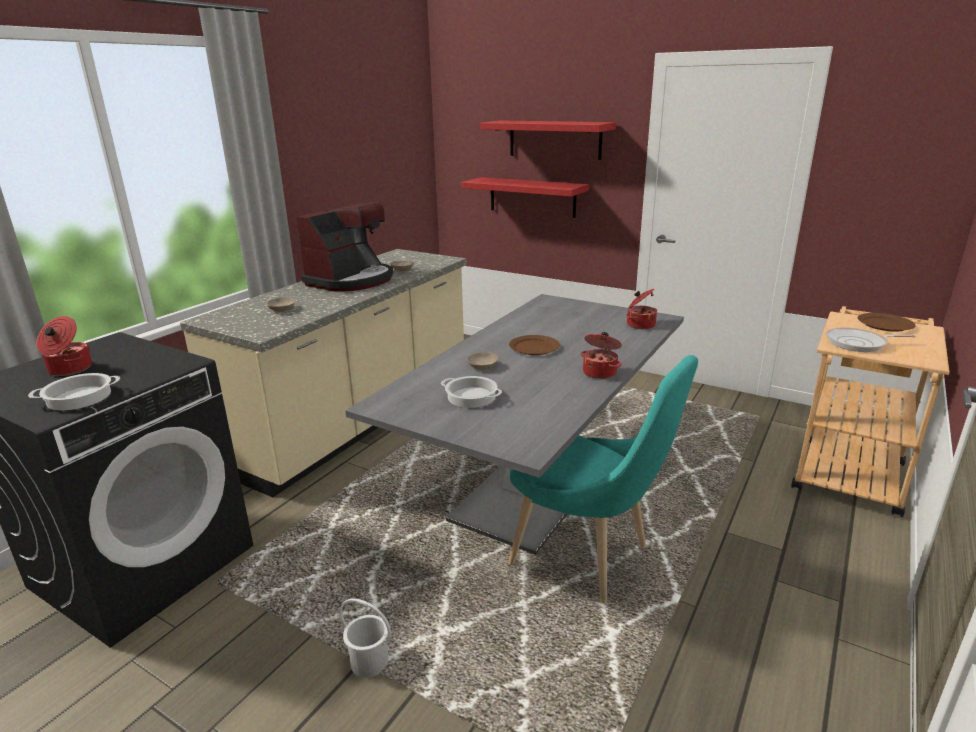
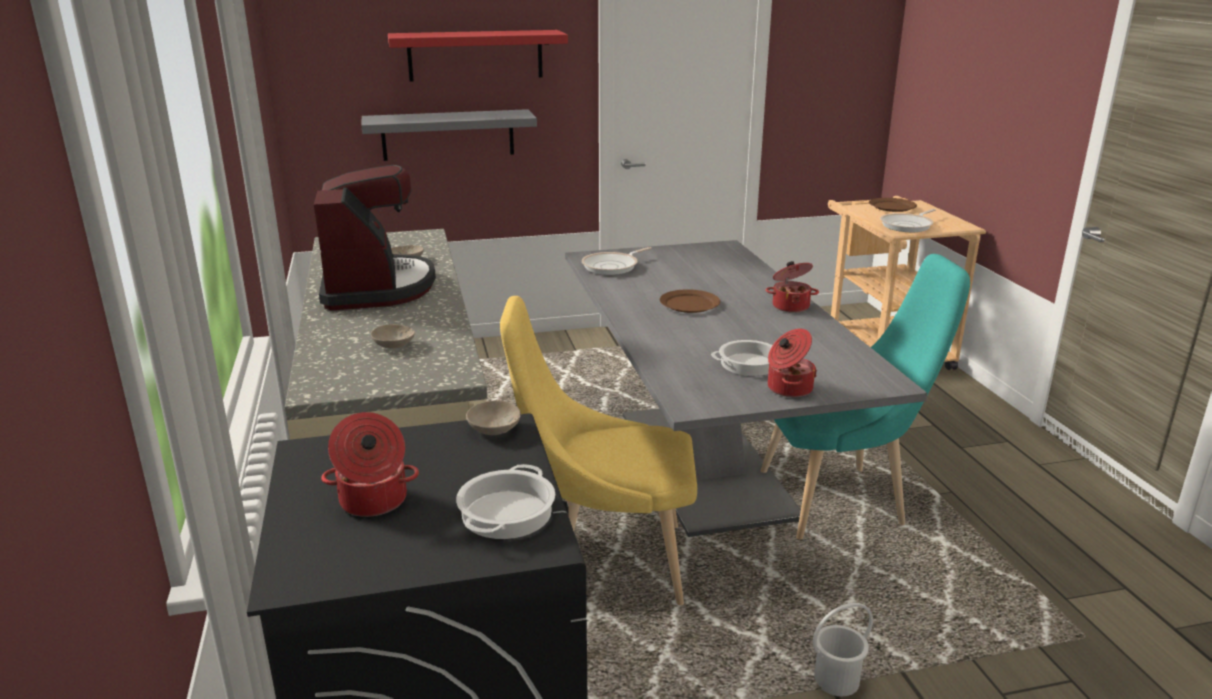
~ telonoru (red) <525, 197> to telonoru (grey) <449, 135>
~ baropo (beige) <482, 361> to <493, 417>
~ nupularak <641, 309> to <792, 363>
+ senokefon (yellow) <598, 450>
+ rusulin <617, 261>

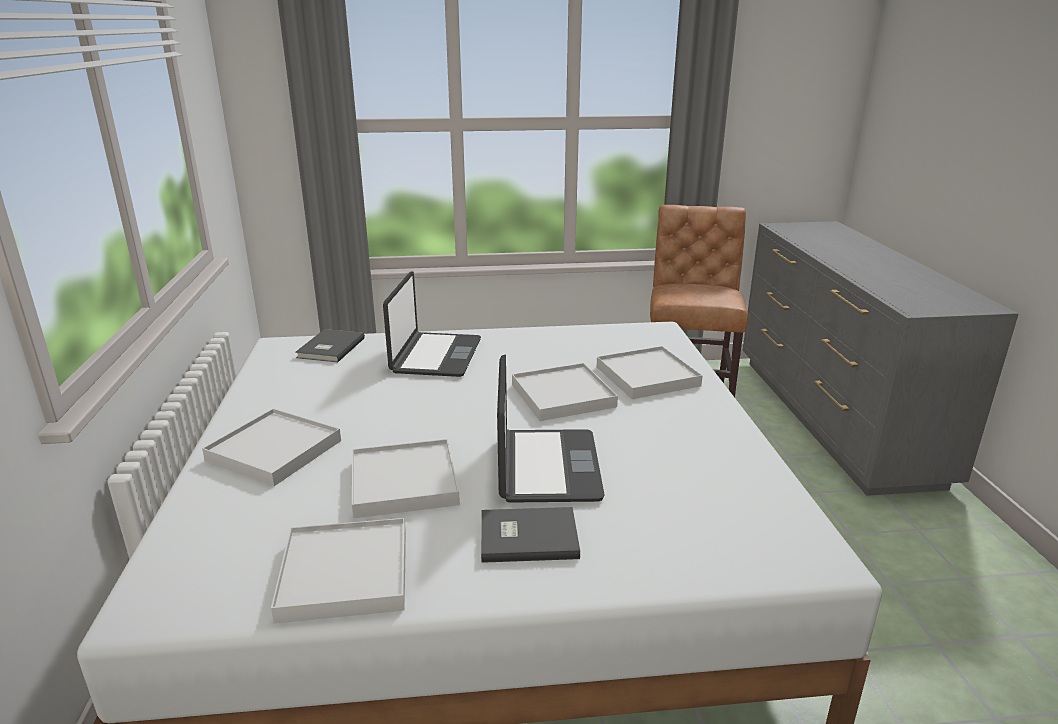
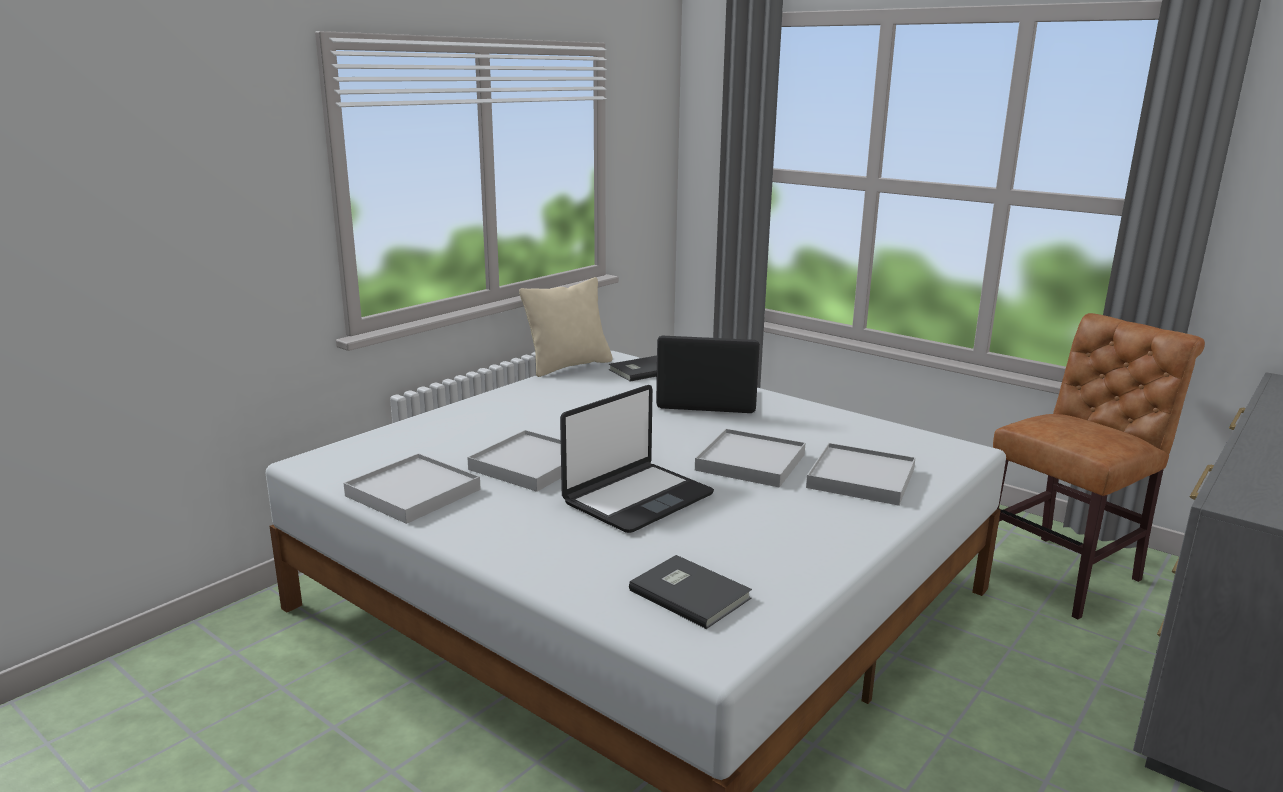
- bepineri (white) <271, 447>
~ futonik <432, 324> = <708, 374> 135 degrees counterclockwise
~ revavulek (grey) <530, 535> to <690, 592>
+ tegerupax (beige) <566, 327>

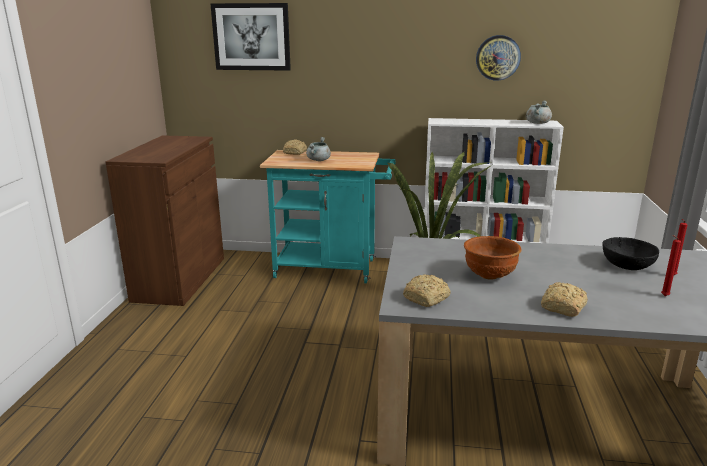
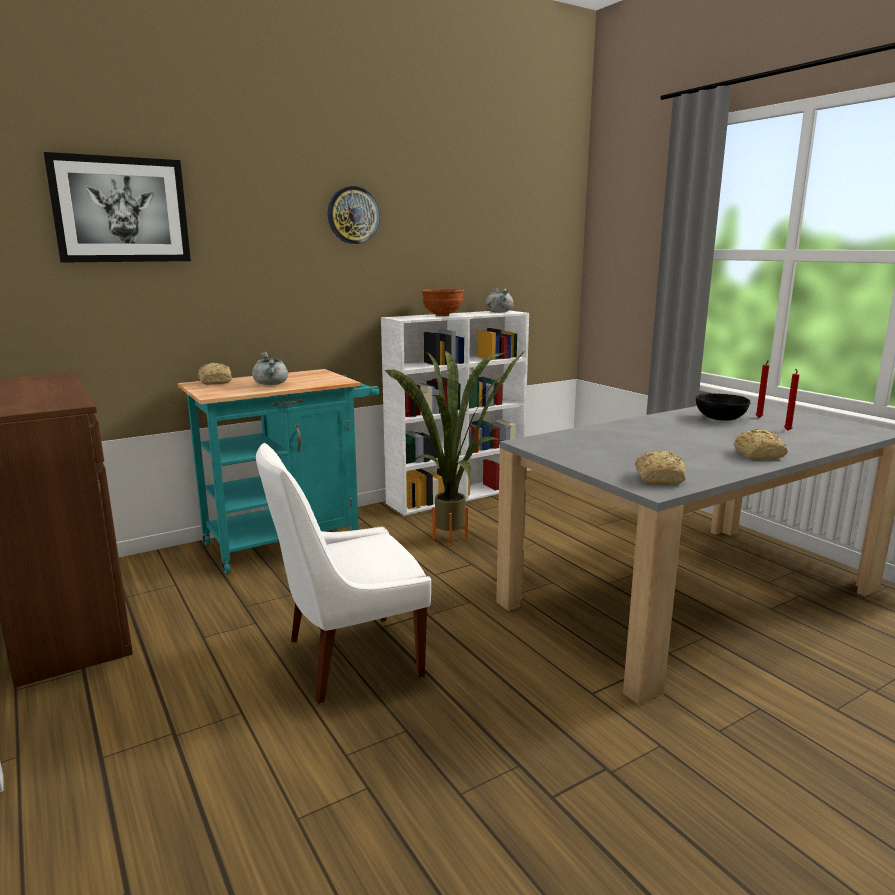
~ baropo (brown) <493, 258> to <442, 302>
~ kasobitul <498, 58> to <354, 215>
+ senokefon (white) <343, 573>

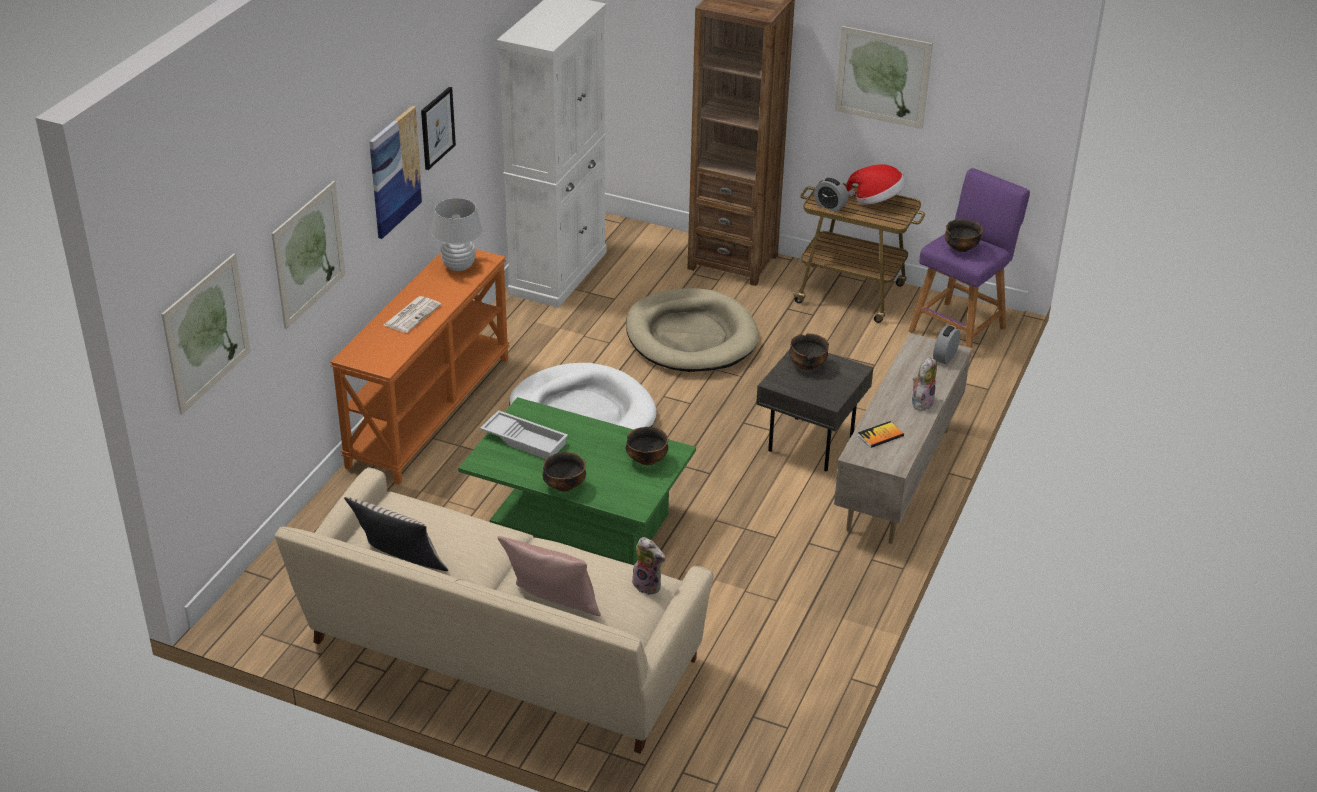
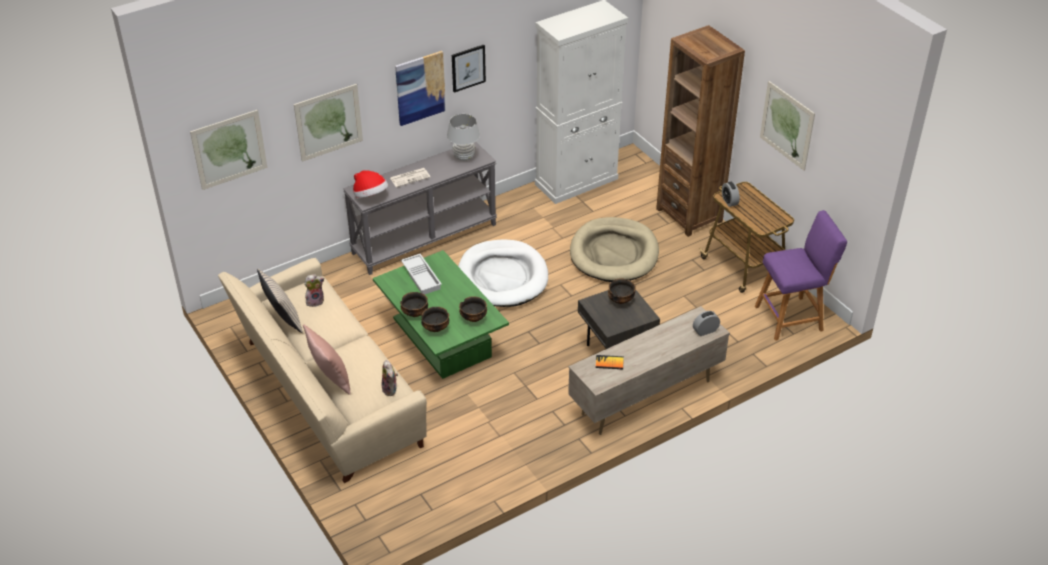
~ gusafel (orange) <420, 367> to gusafel (grey) <420, 208>
~ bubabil <876, 184> to <370, 184>
~ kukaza <924, 384> to <314, 290>
~ baropo <964, 235> to <435, 319>

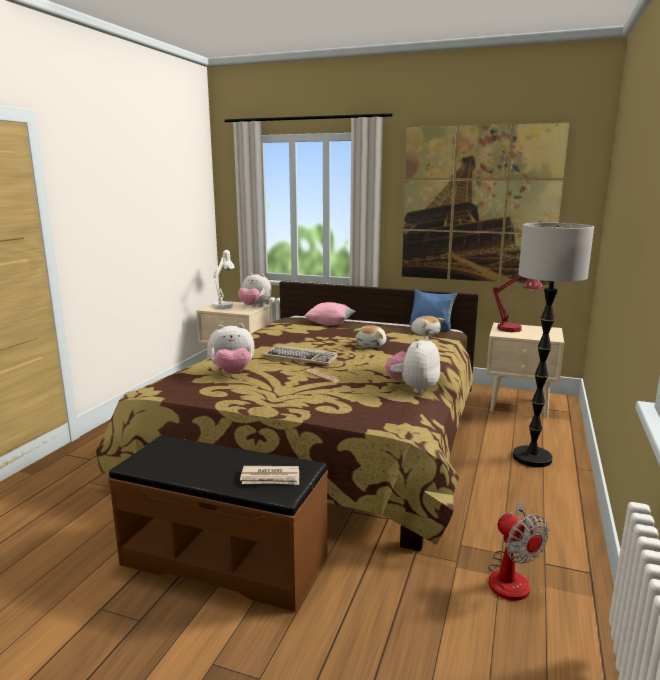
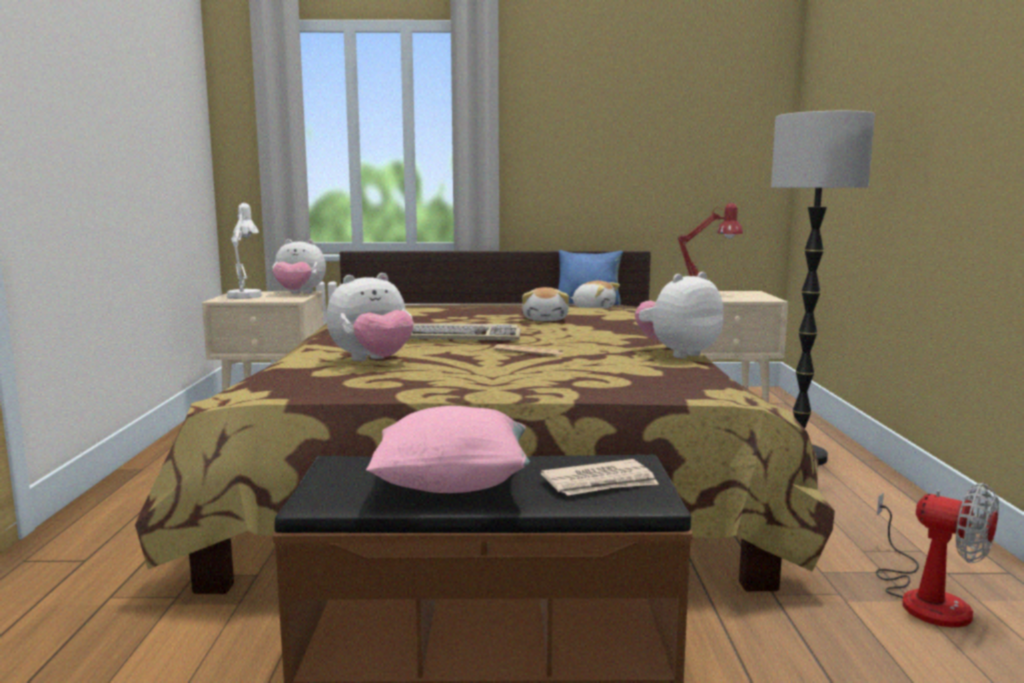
~ tegerupax (pink) <330, 314> to <448, 449>
~ kukaza <412, 364> = <679, 315> 45 degrees clockwise
- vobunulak <486, 204>

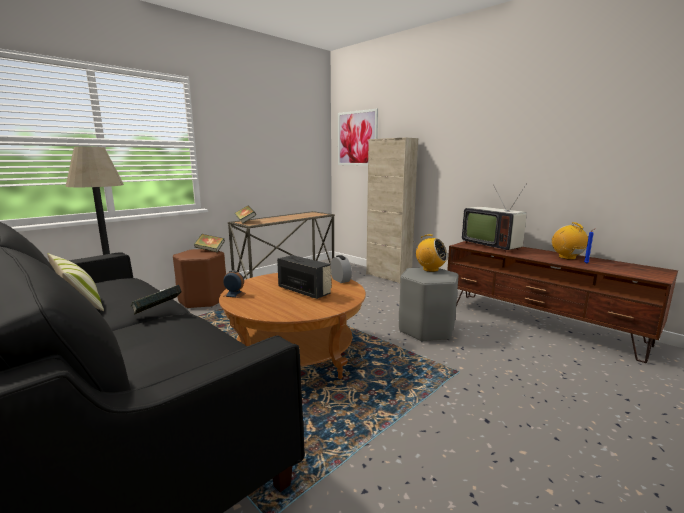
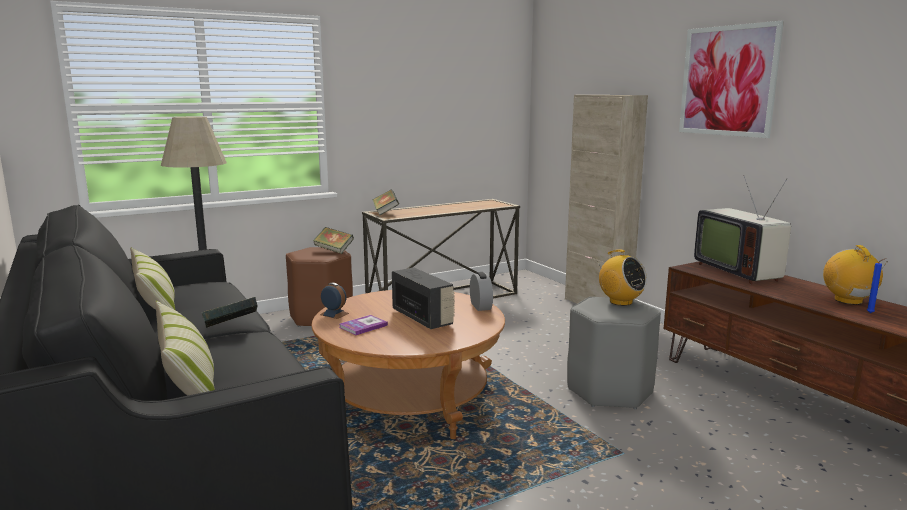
~ vobunulak <358, 137> to <731, 79>
+ tegerupax <185, 348>
+ revavulek <363, 325>

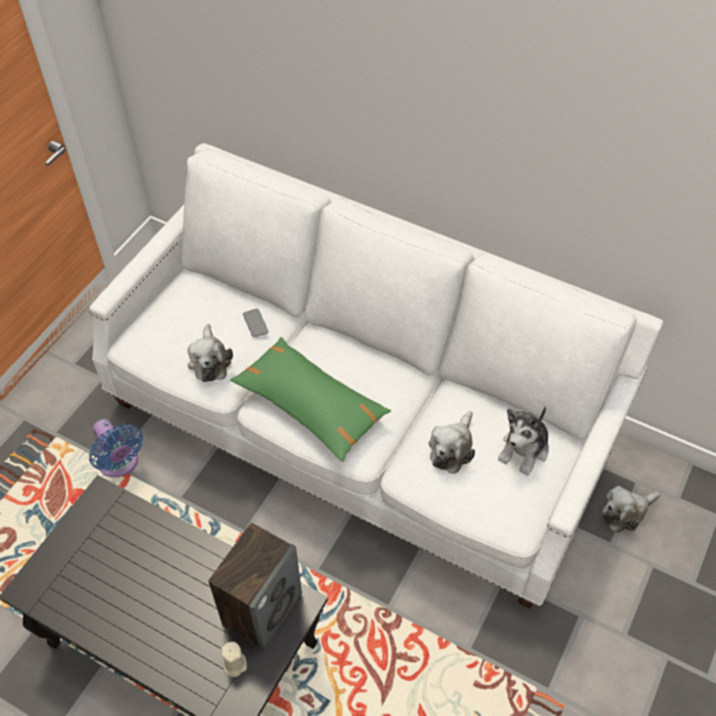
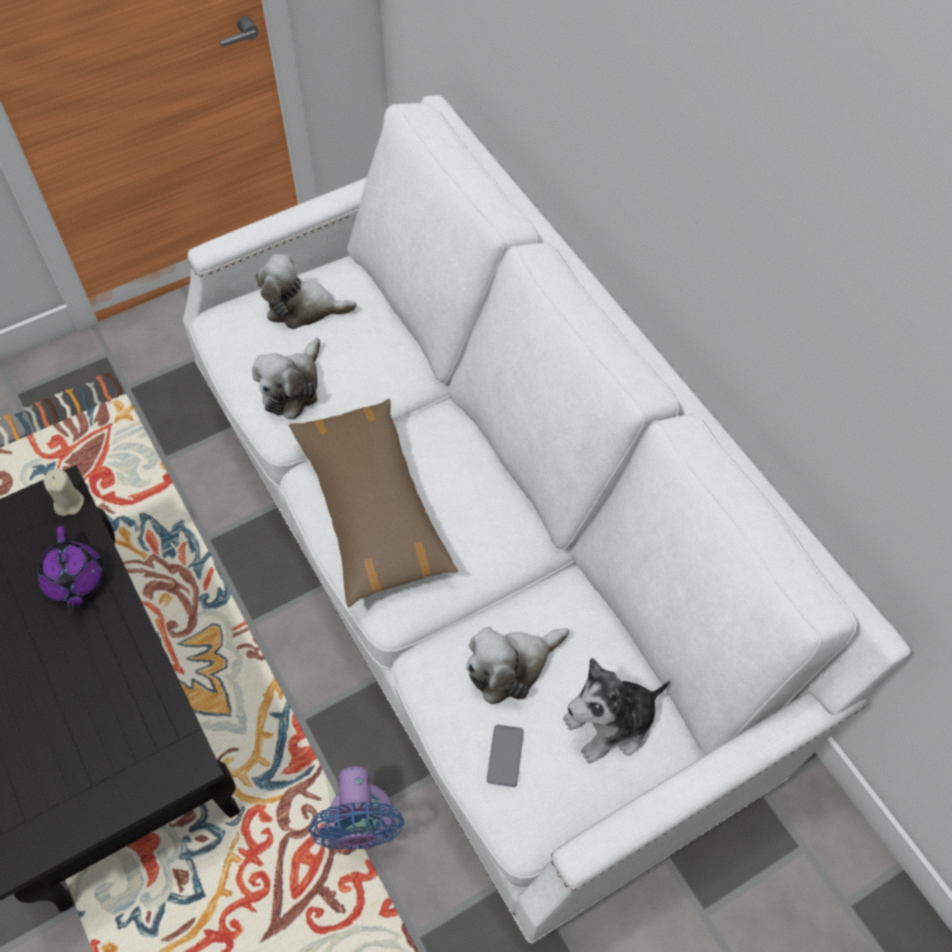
~ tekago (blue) <116, 448> to <356, 807>
- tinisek <255, 586>
~ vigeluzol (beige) <234, 659> to <63, 492>
~ tegerupax (green) <310, 399> to tegerupax (brown) <373, 503>
~ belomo <256, 322> to <505, 756>
~ kukaza <630, 509> to <306, 291>
+ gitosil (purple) <71, 568>

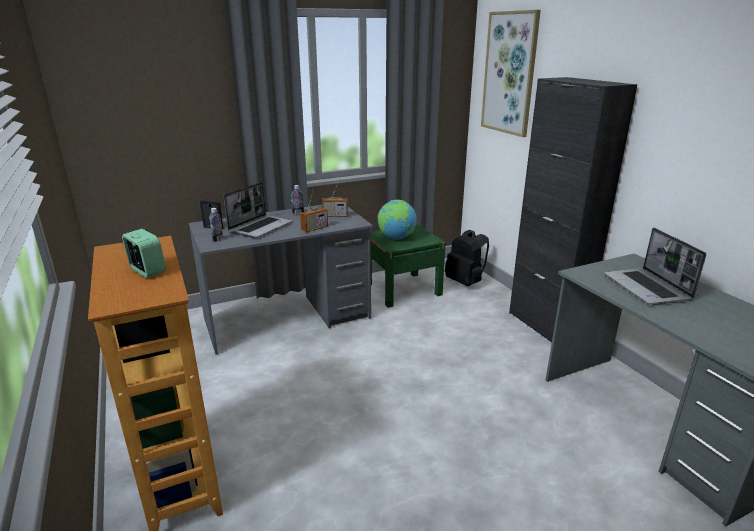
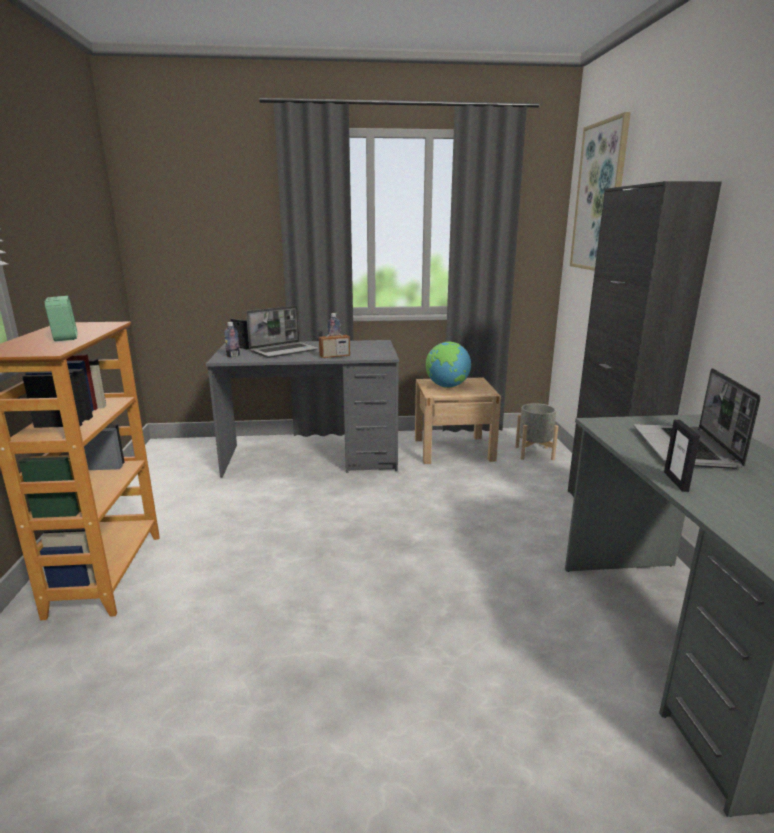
- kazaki <335, 200>
~ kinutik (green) <408, 266> to kinutik (beige) <458, 420>
~ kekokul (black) <467, 258> to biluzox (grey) <536, 431>
+ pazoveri <682, 456>

